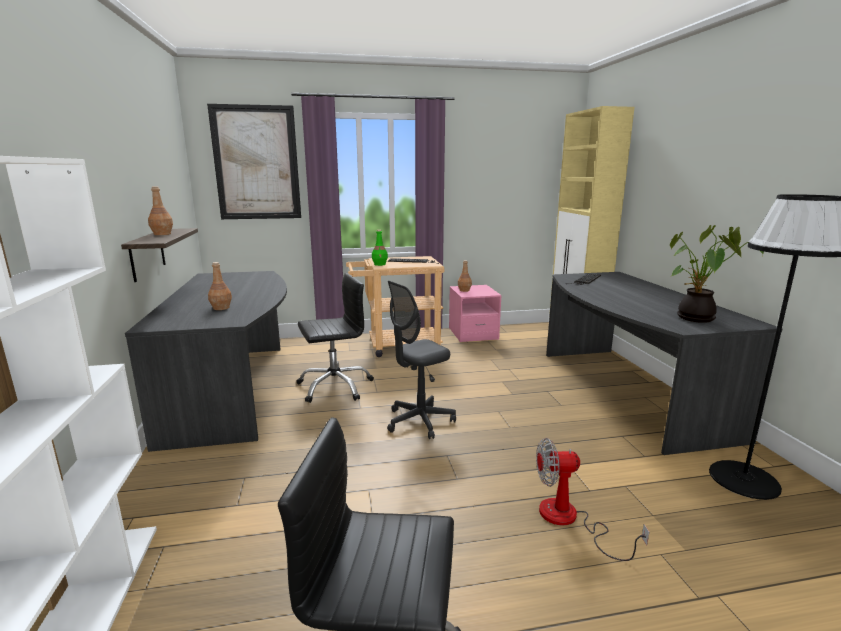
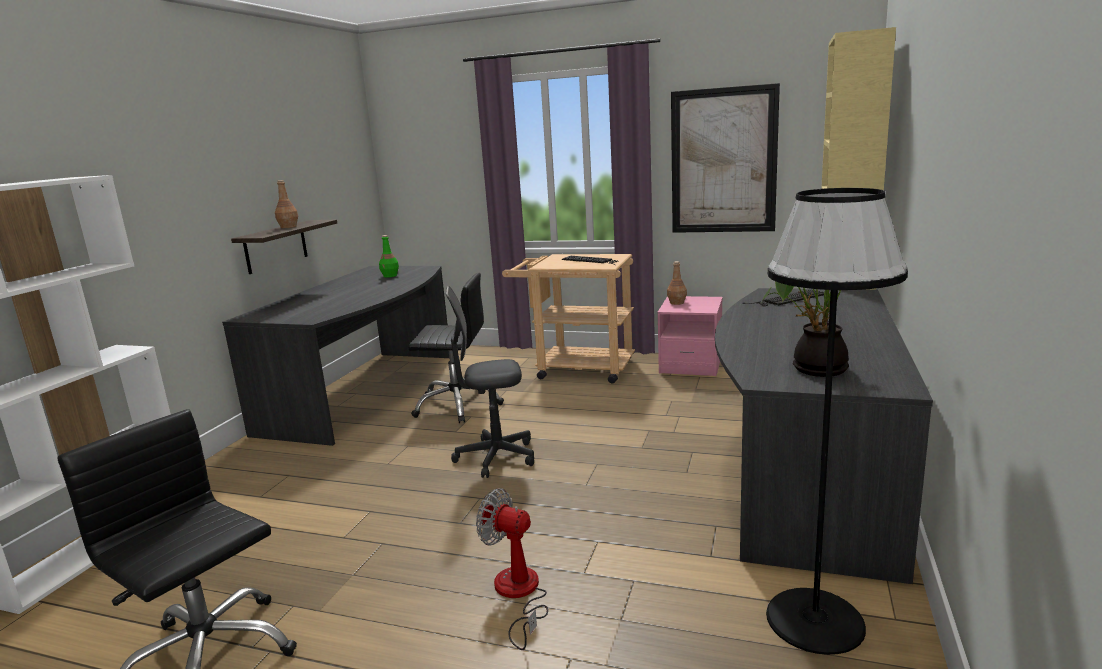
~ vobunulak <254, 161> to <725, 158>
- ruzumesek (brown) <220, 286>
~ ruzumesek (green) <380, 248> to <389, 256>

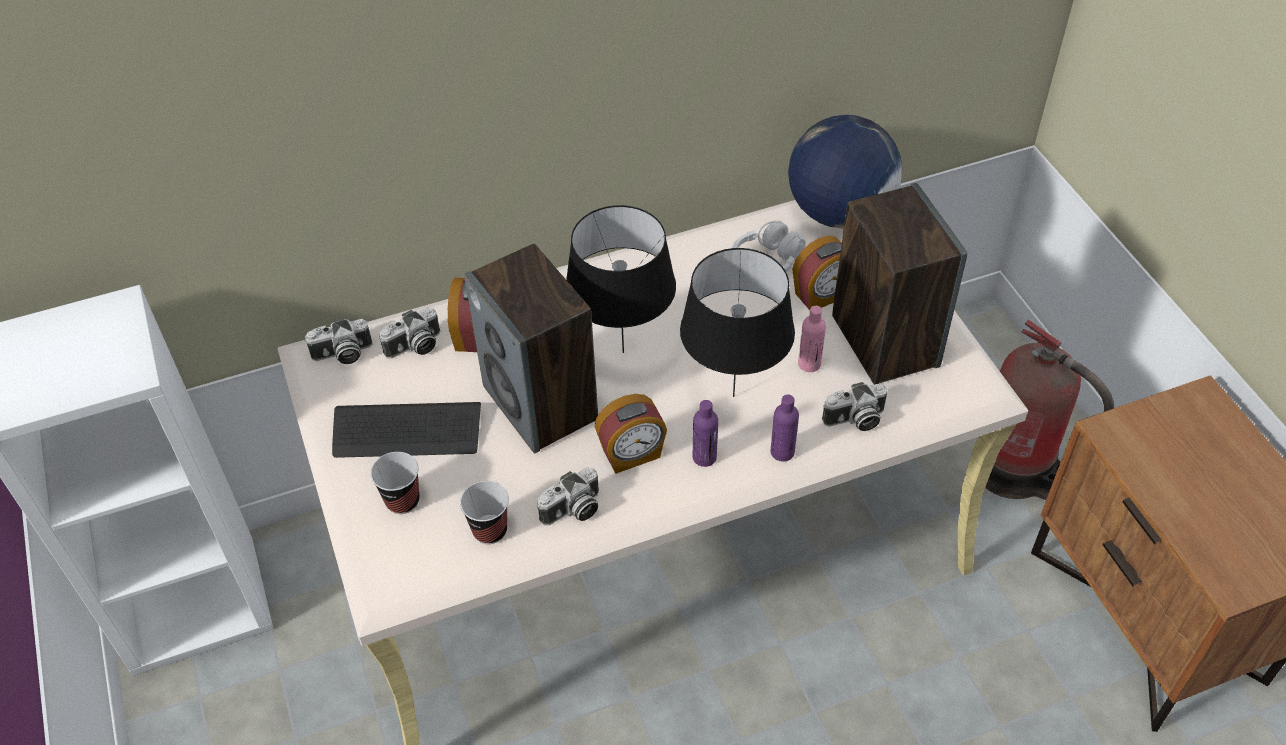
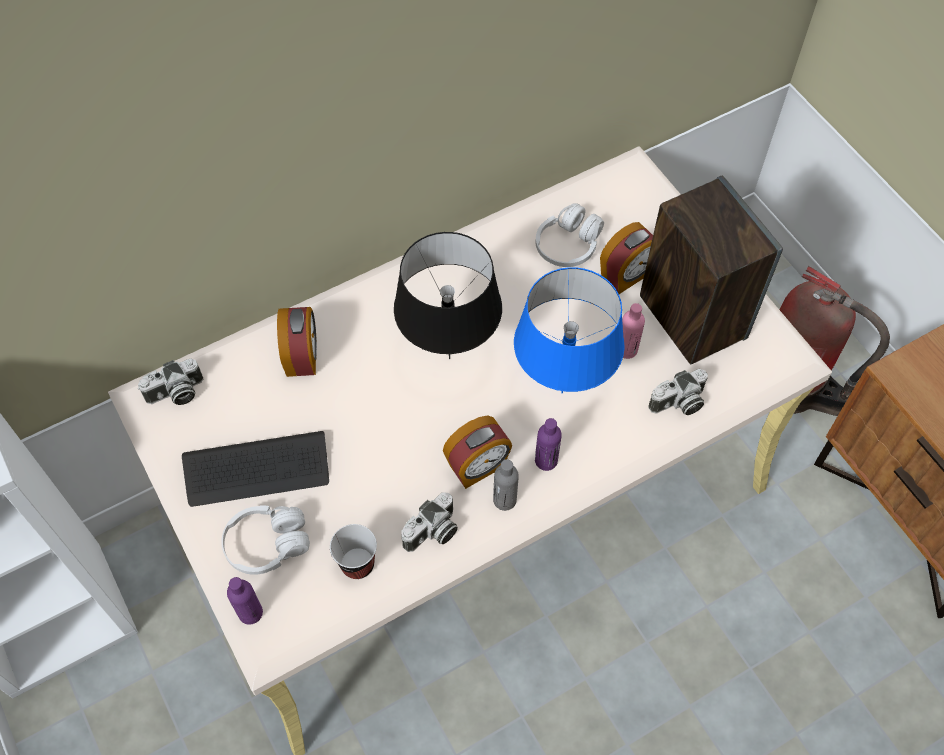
~ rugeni <394, 483> to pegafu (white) <265, 540>
- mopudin <409, 333>
- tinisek <531, 348>
~ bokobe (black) <737, 322> to bokobe (blue) <569, 330>
~ ruzumesek (purple) <784, 428> to <245, 601>
- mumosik <845, 172>
+ ruzumesek (grey) <506, 485>

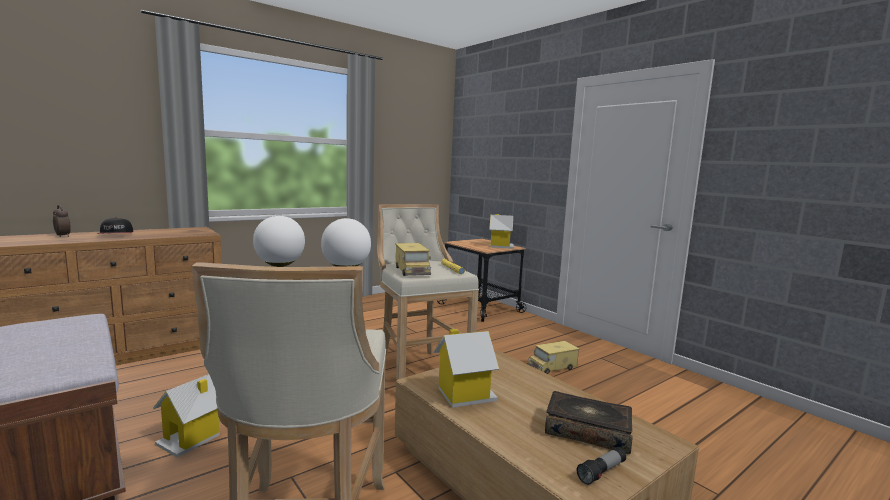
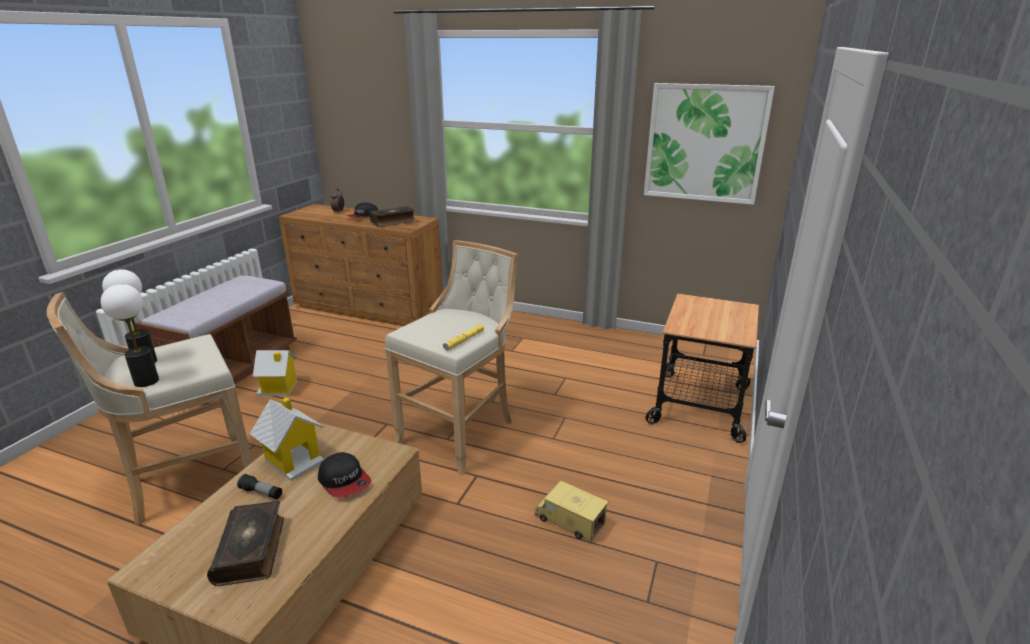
- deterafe <413, 259>
- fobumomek <501, 231>
~ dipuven <601, 466> to <259, 486>
+ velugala <344, 475>
+ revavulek <392, 216>
+ vobunulak <709, 144>

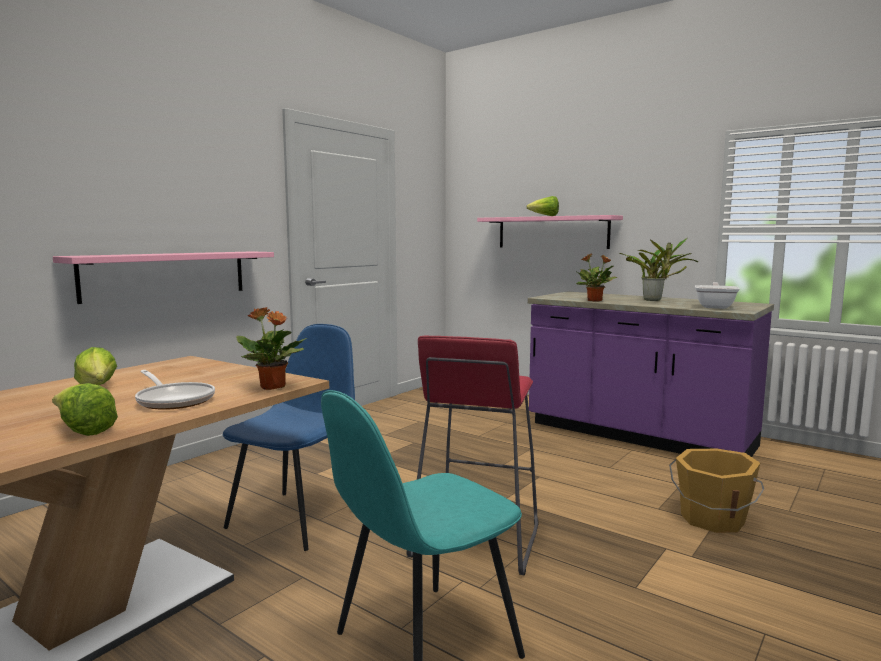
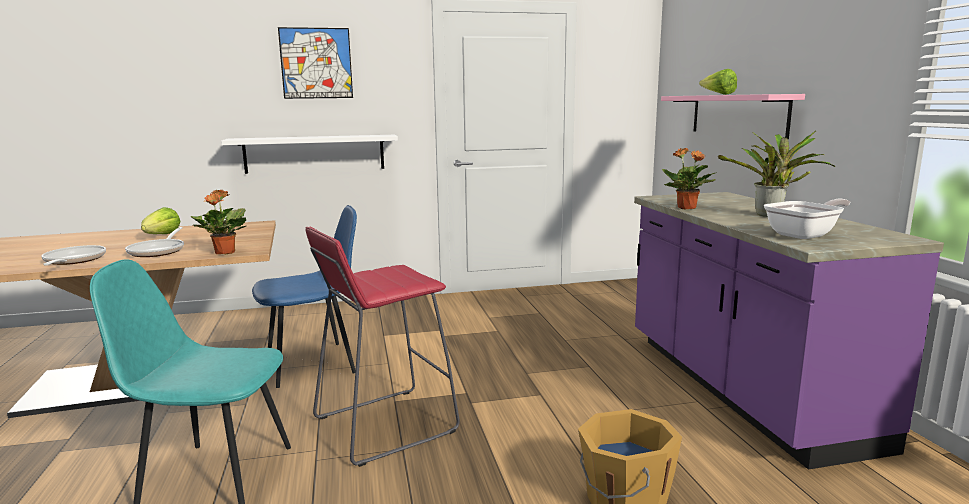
~ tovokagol <85, 409> to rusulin <73, 255>
~ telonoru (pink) <163, 277> to telonoru (white) <309, 154>
+ vobunulak <315, 63>

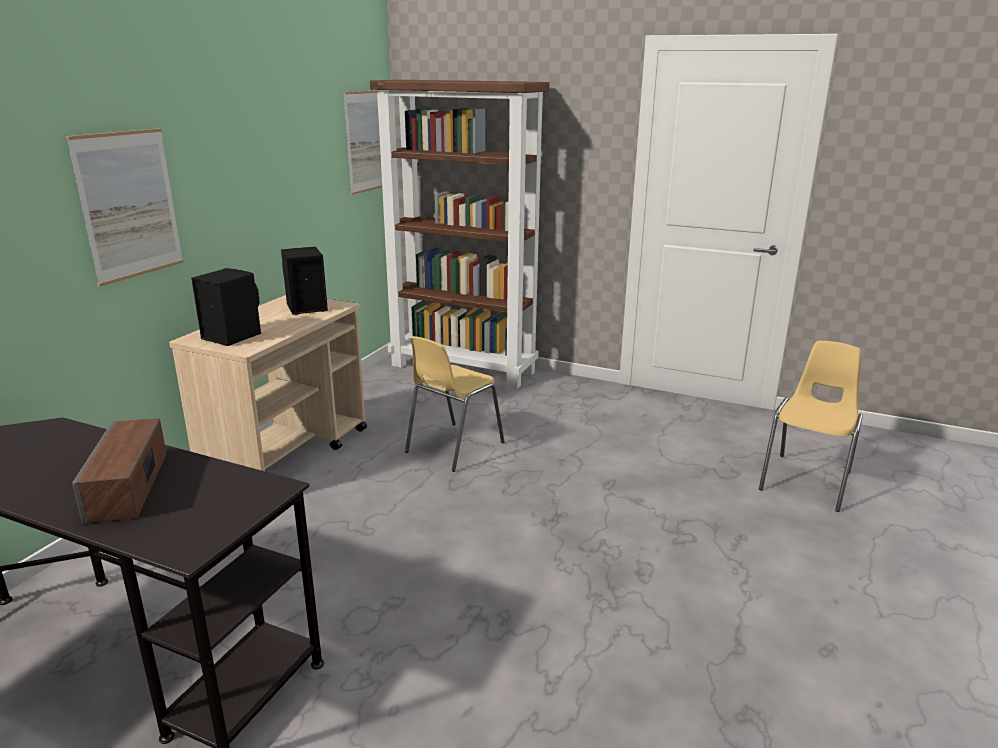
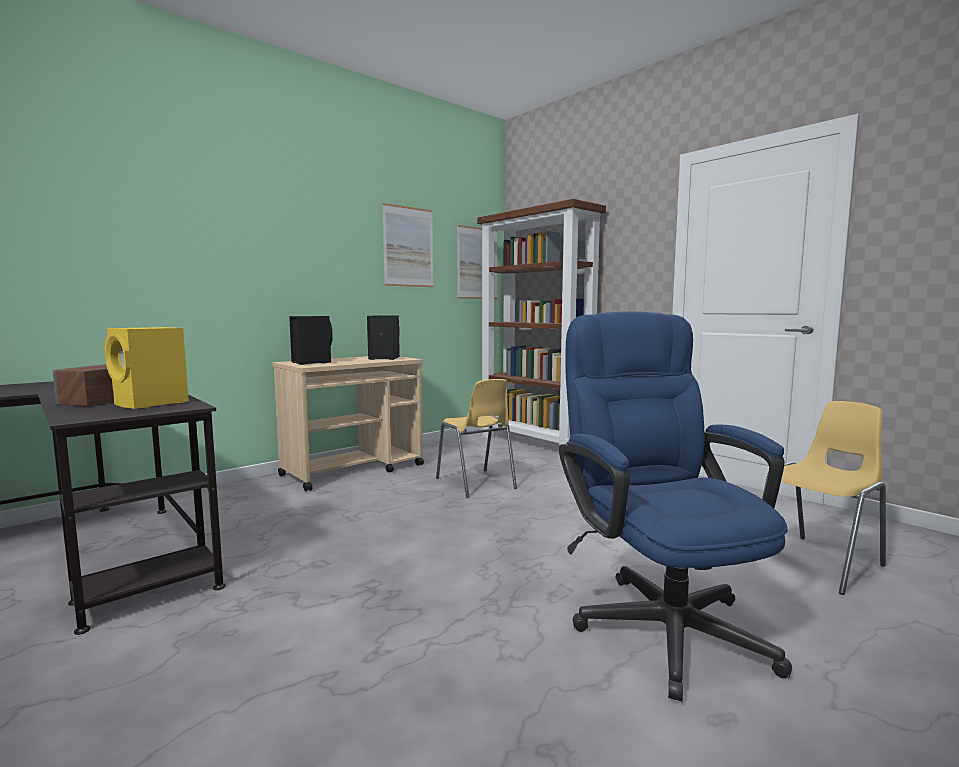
~ vobunulak <125, 207> to <408, 245>
~ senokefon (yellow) <455, 404> = <476, 438> 90 degrees counterclockwise
+ tinisek (yellow) <147, 368>
+ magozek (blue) <675, 506>

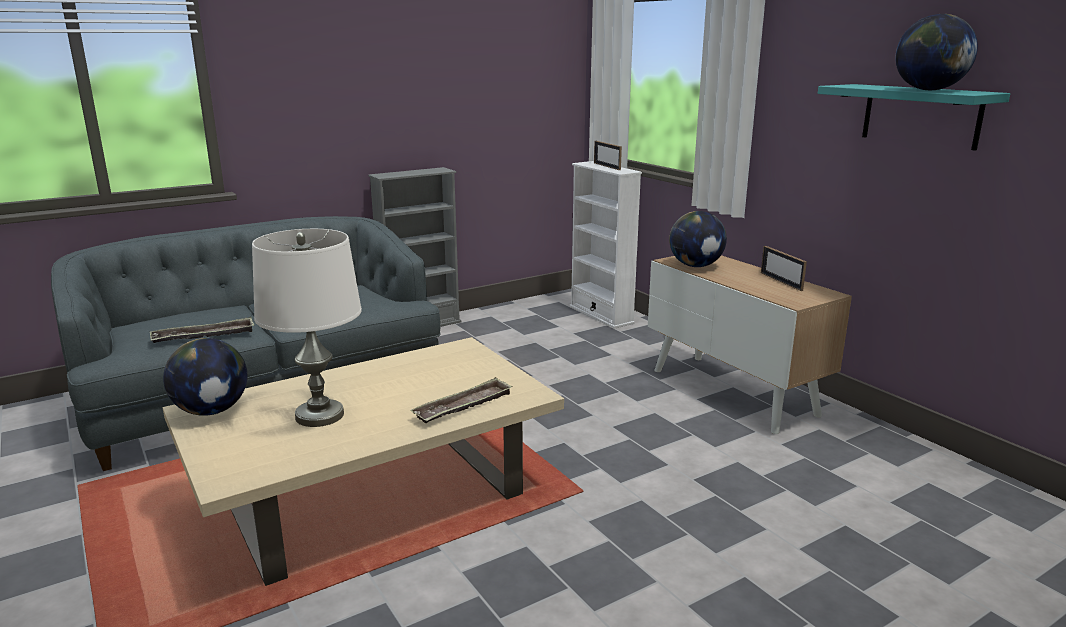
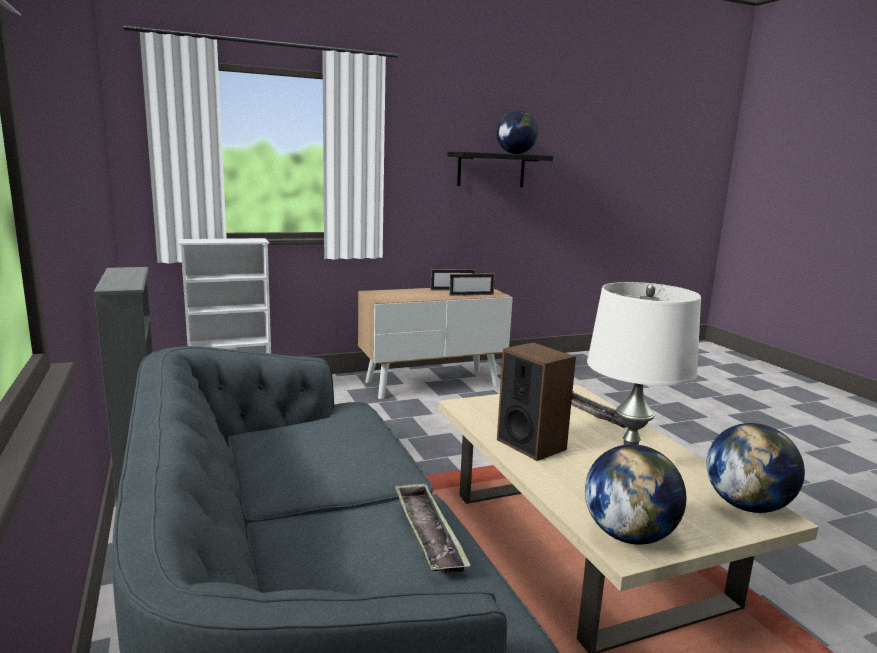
~ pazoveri <608, 155> to <472, 284>
~ mumosik <698, 239> to <755, 468>
~ telonoru (turquoise) <914, 117> to telonoru (black) <500, 169>
+ tinisek <536, 401>

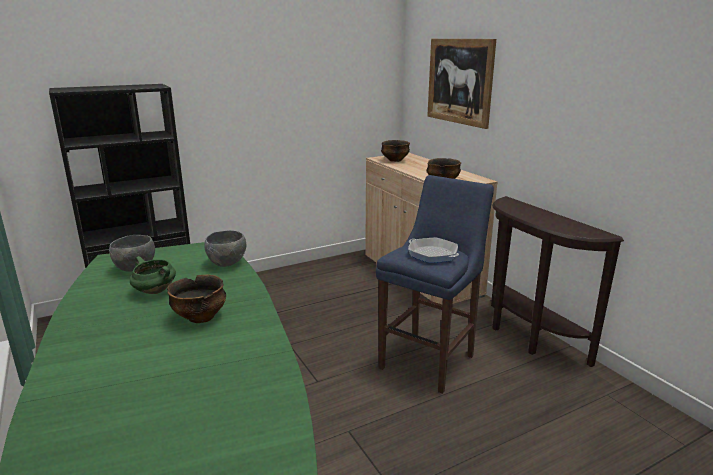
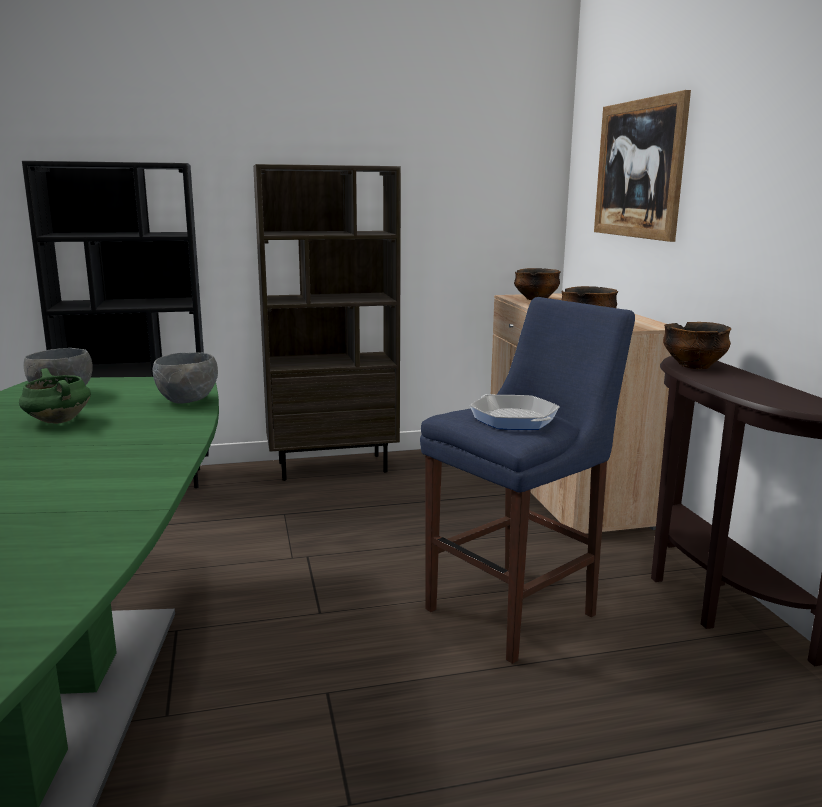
~ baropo <196, 298> to <697, 345>
+ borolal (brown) <327, 322>

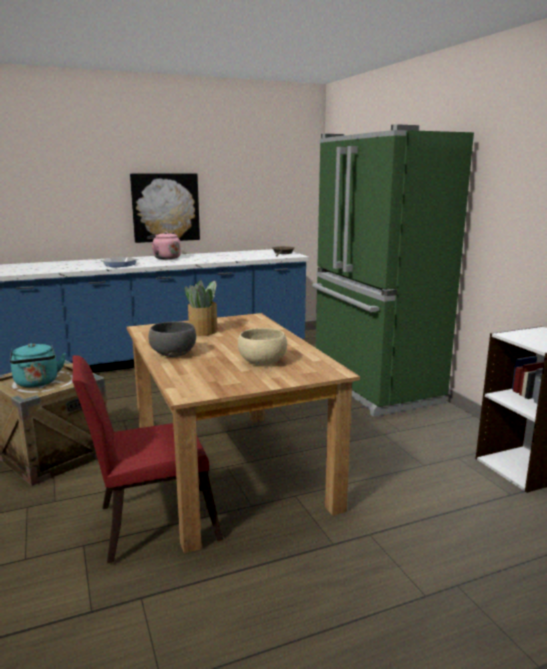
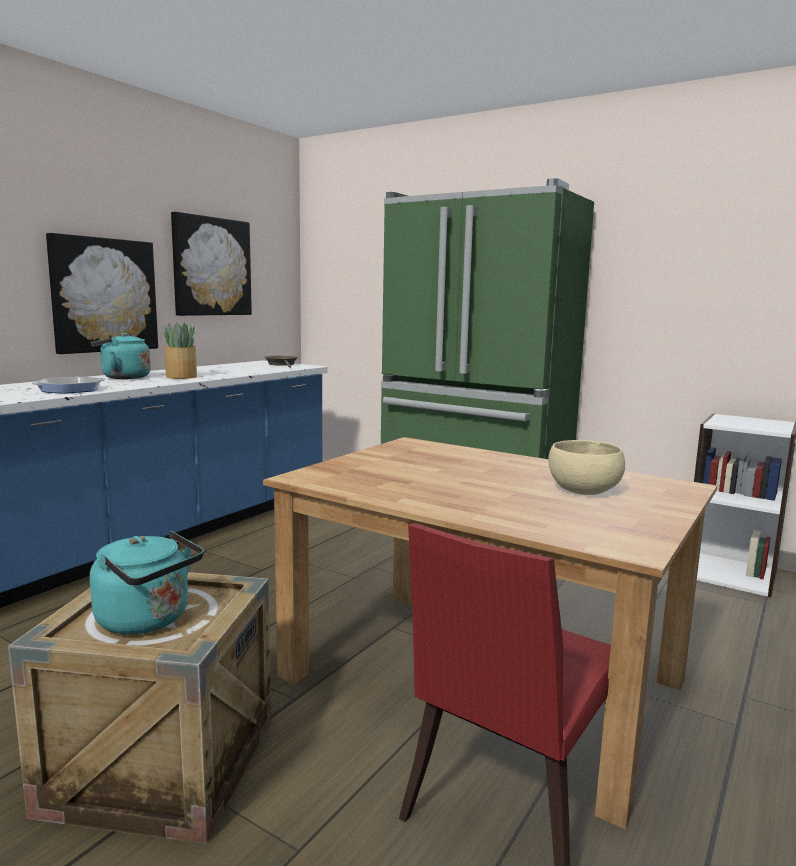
~ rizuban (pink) <164, 245> to rizuban (turquoise) <120, 356>
- baropo (grey) <172, 339>
~ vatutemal <201, 308> to <179, 350>
+ vobunulak <211, 264>

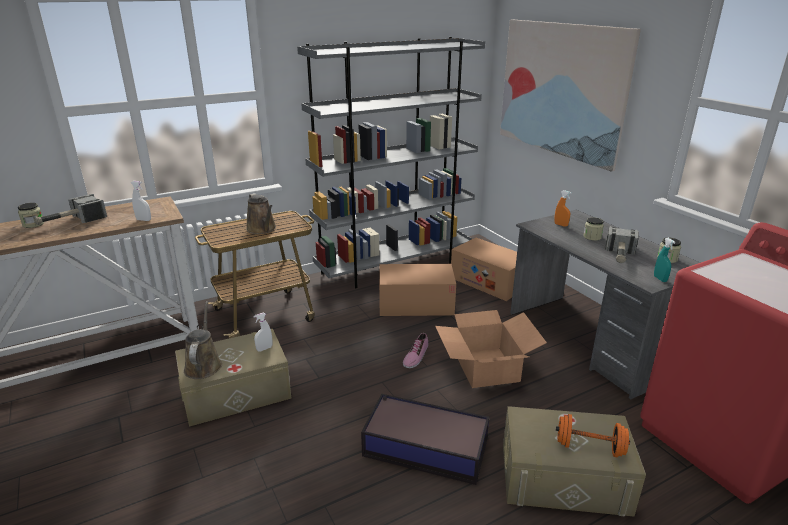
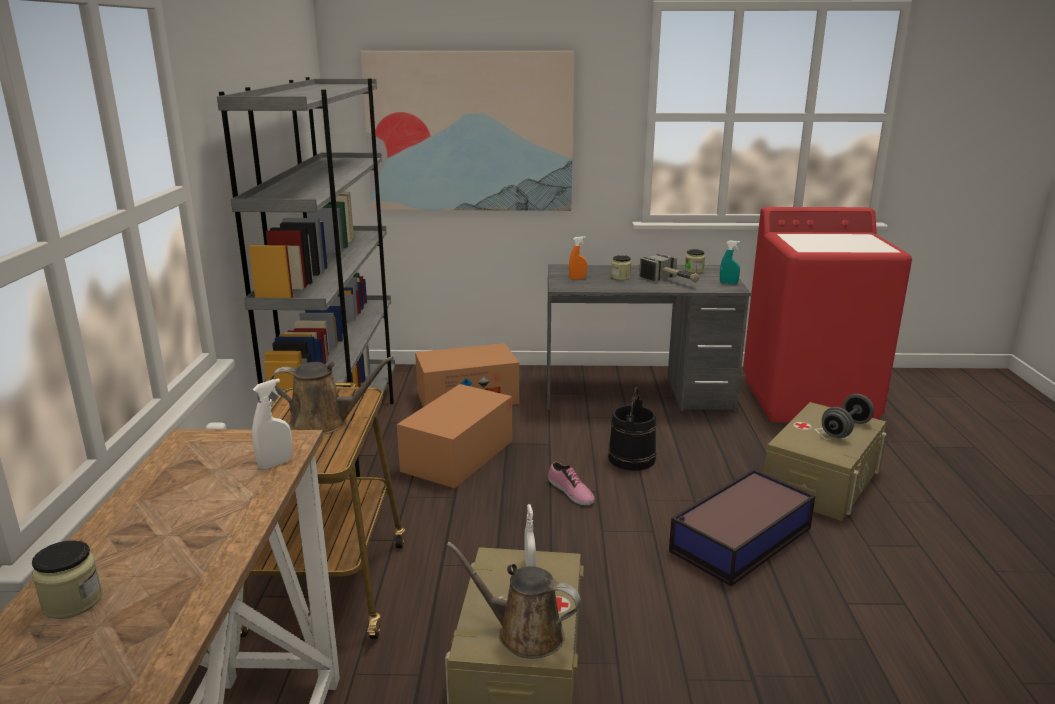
- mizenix <70, 209>
~ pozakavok <491, 349> to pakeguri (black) <632, 429>
~ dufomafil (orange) <593, 435> to dufomafil (grey) <848, 416>

